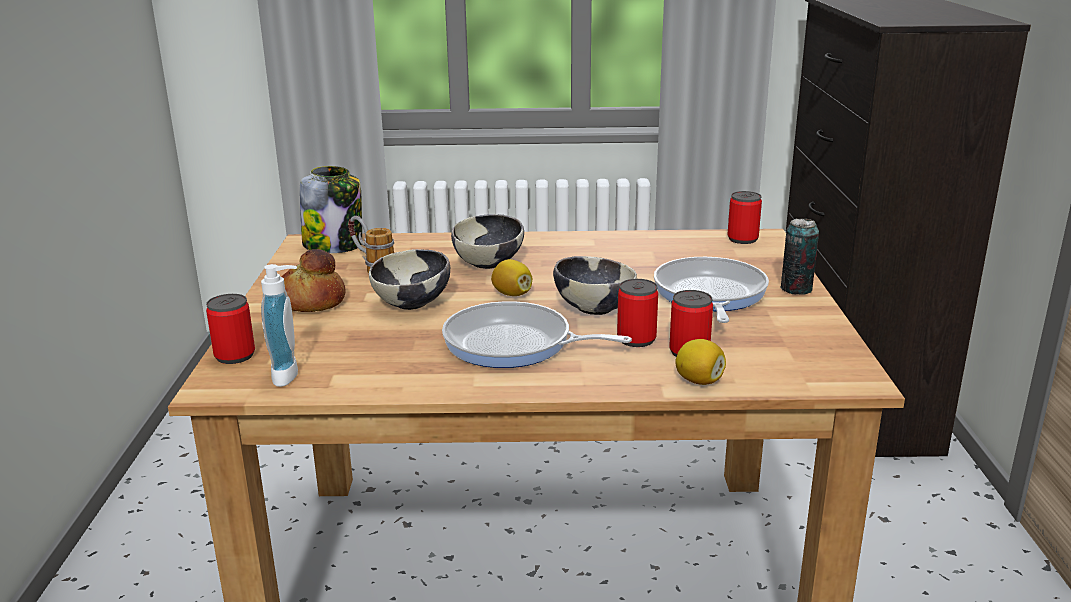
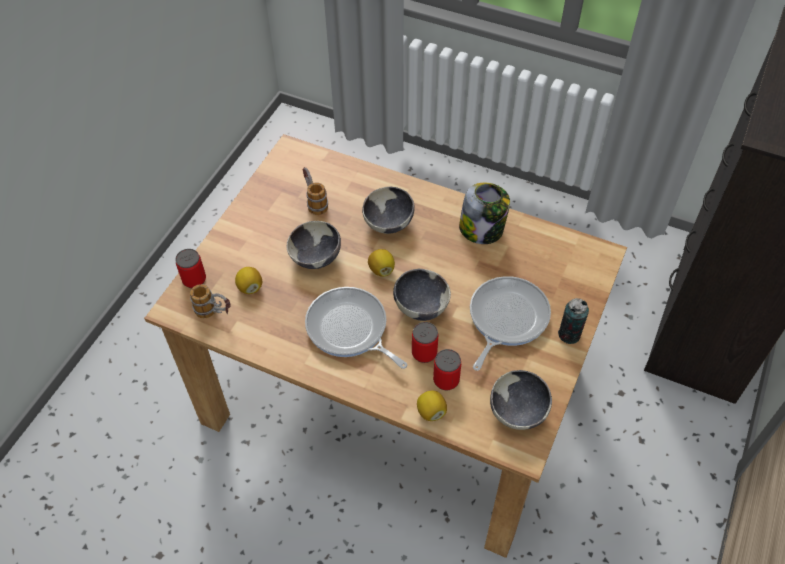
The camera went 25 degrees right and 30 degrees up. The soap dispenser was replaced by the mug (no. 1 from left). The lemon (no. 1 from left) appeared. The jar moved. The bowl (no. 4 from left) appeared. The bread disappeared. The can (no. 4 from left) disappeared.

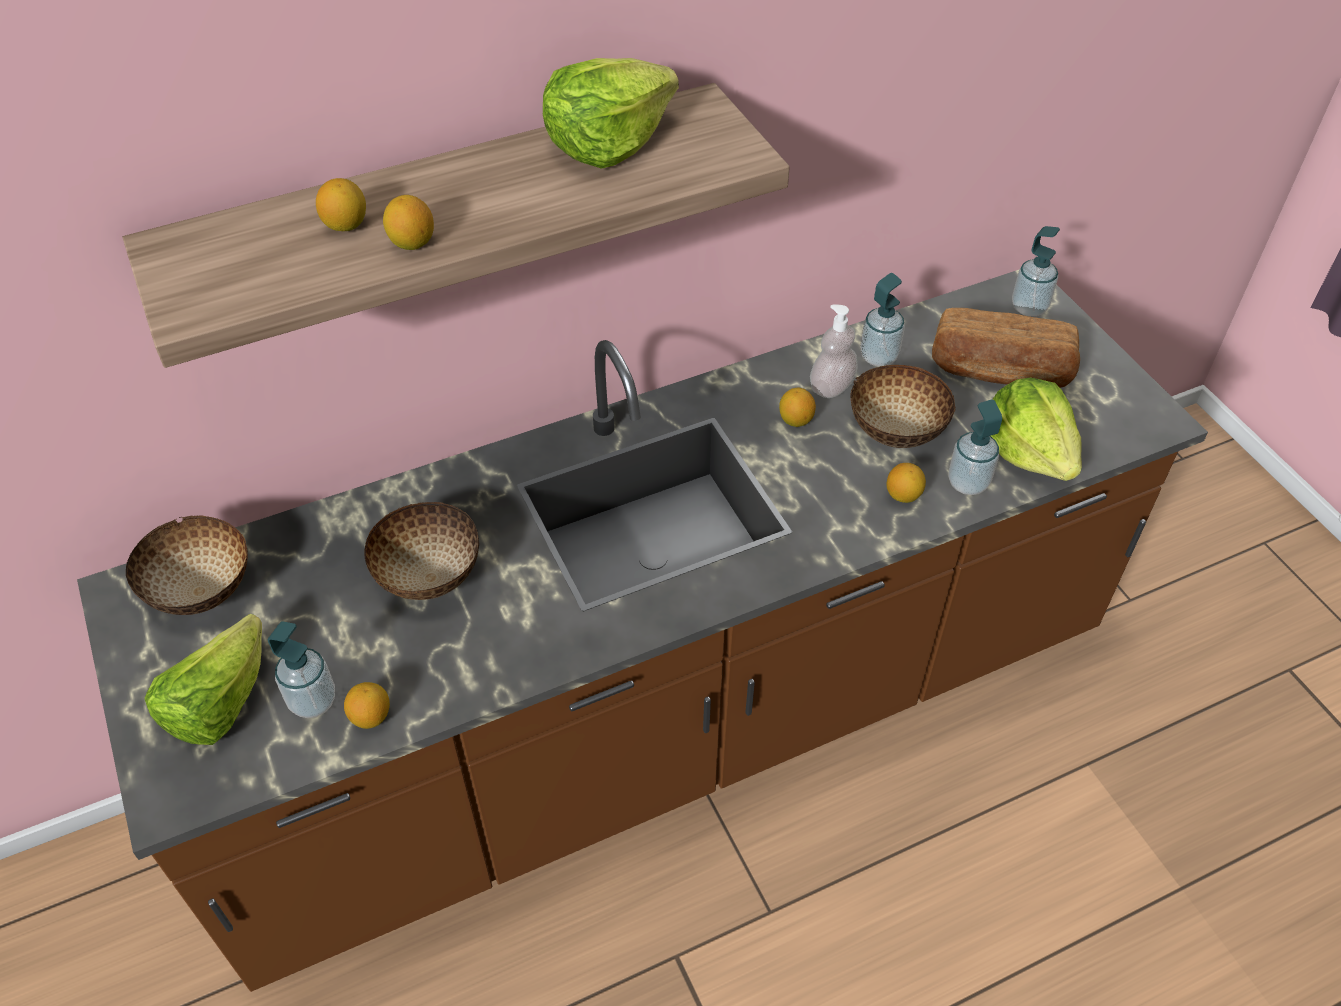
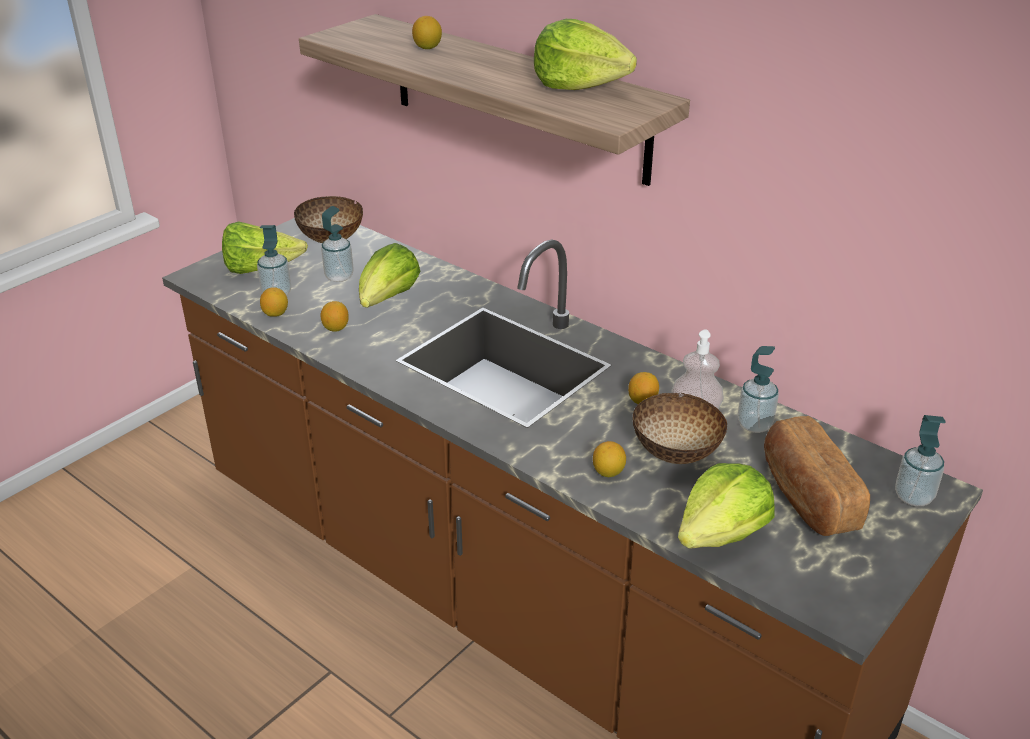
The camera went 65 degrees right and 15 degrees down. The soap dispenser (no. 4 from left in the first image) moved. The lemon (no. 3 from left in the first image) moved. The bowl (no. 2 from left) was replaced by the lettuce (no. 2 from left).

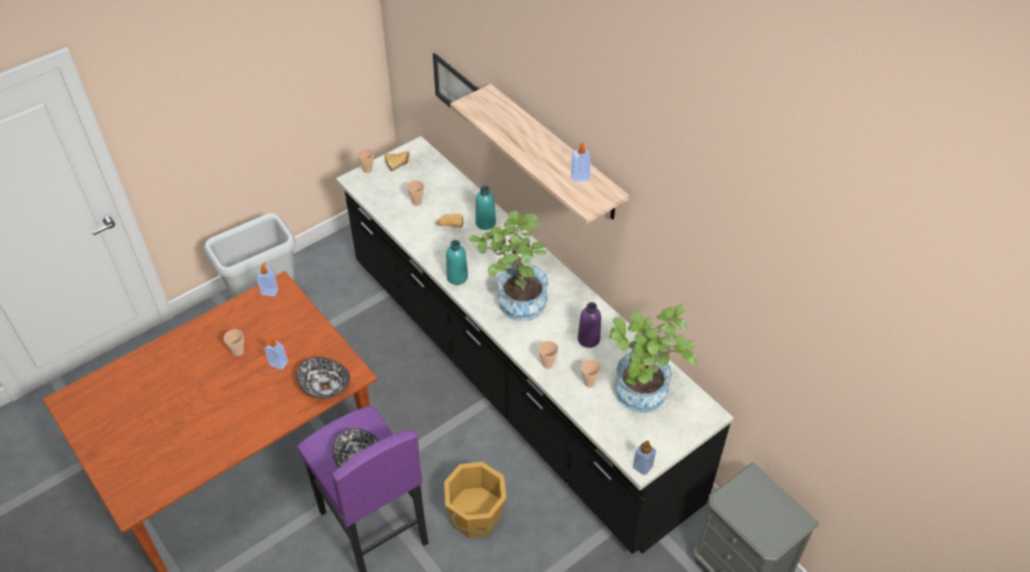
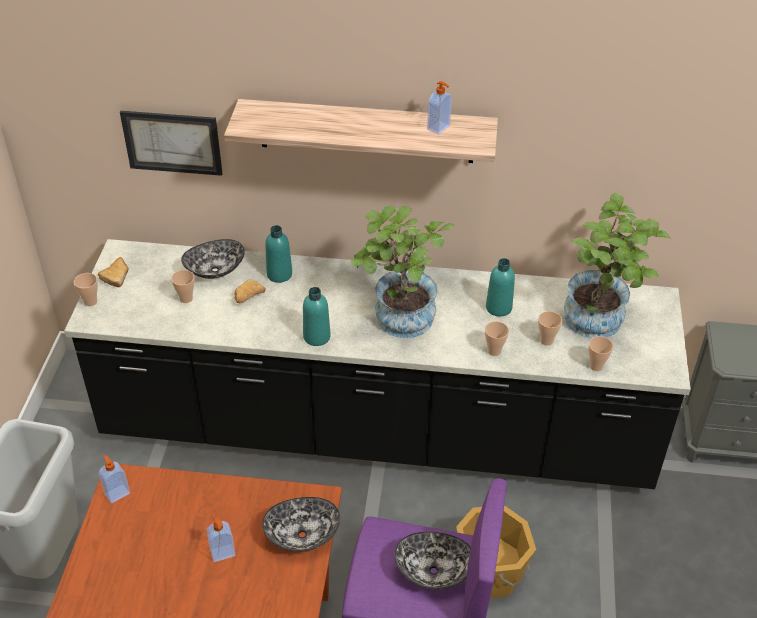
The camera went 45 degrees left and 5 degrees down. The bowl (no. 1 from left) appeared. The bottle in purple became the bottle in turquoise (no. 3 from left). The cup (no. 1 from left in the first image) moved. The soap dispenser (no. 4 from left) disappeared.

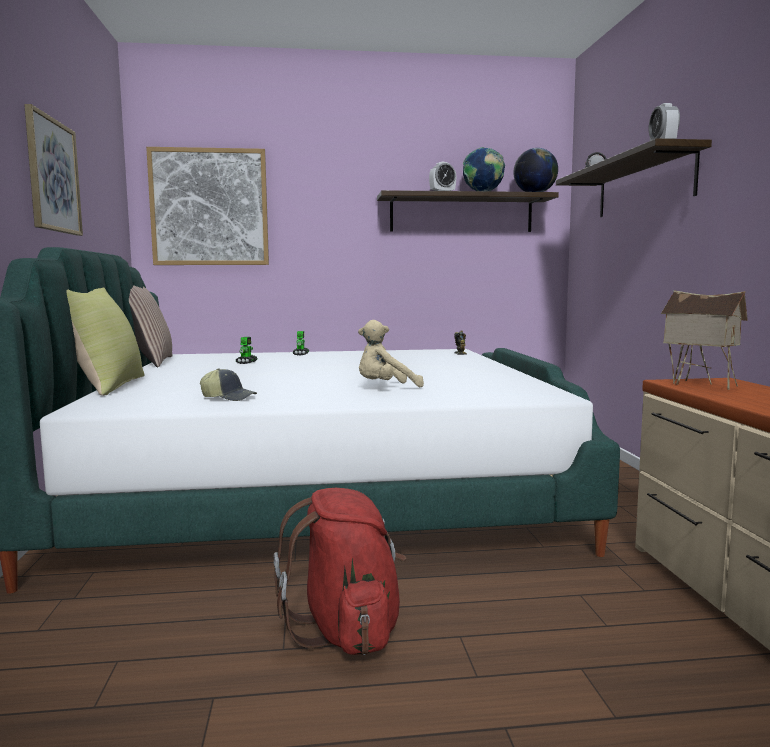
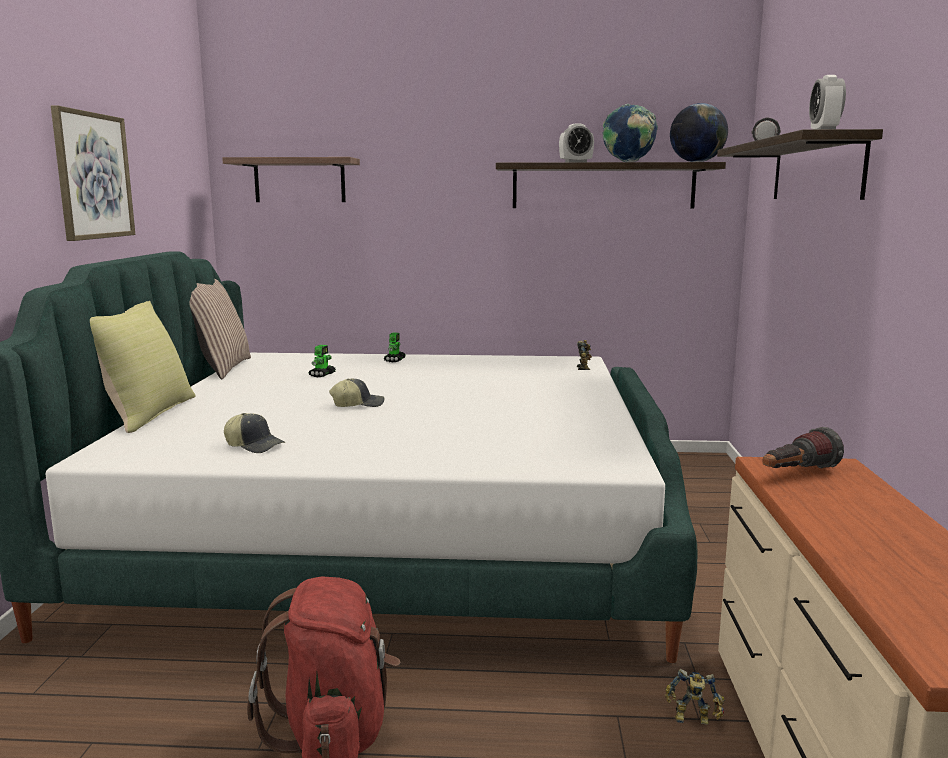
The camera went 10 degrees right and 5 degrees up. The picture (no. 2 from left) was replaced by the shelf (no. 1 from left). The cap (no. 2 from left) appeared. The toy robot (no. 4 from left) appeared. The toy house was replaced by the flashlight (no. 2 from left). The plush toy in beige disappeared.

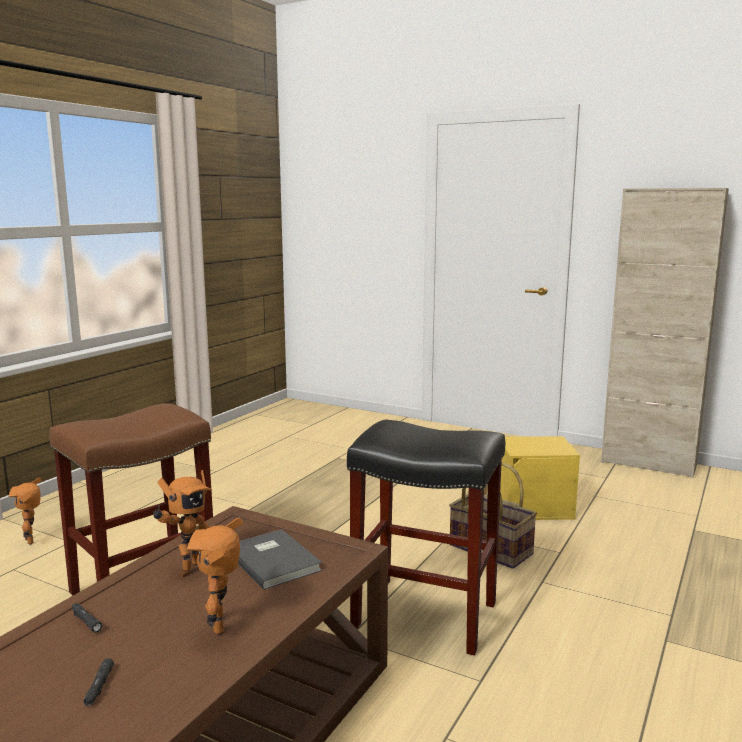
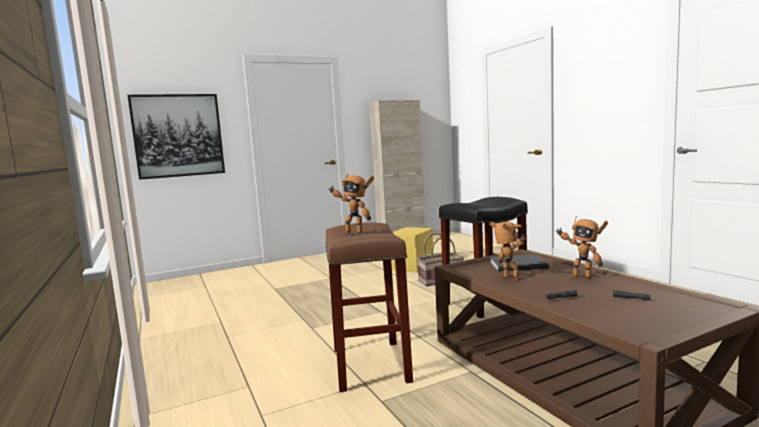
The camera went 55 degrees left and 5 degrees down. The picture appeared. The toy robot (no. 1 from left) moved.

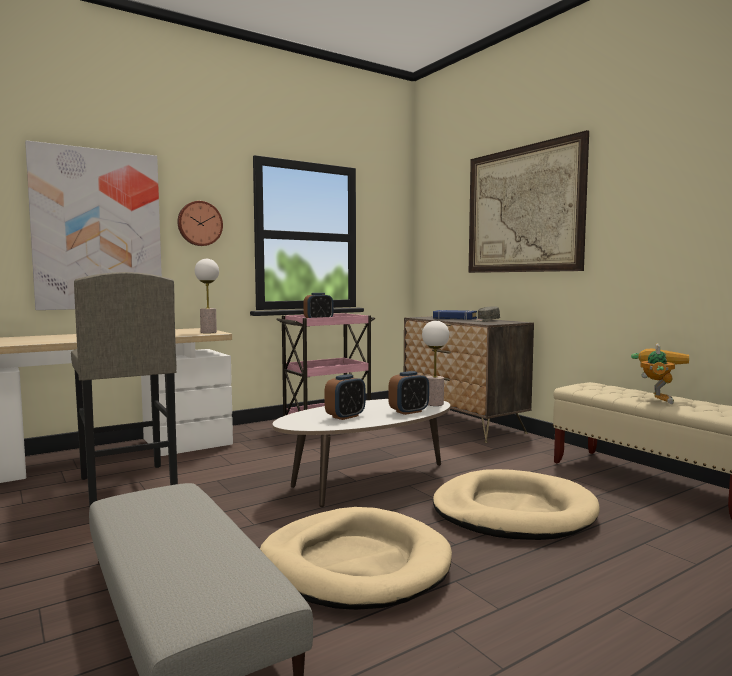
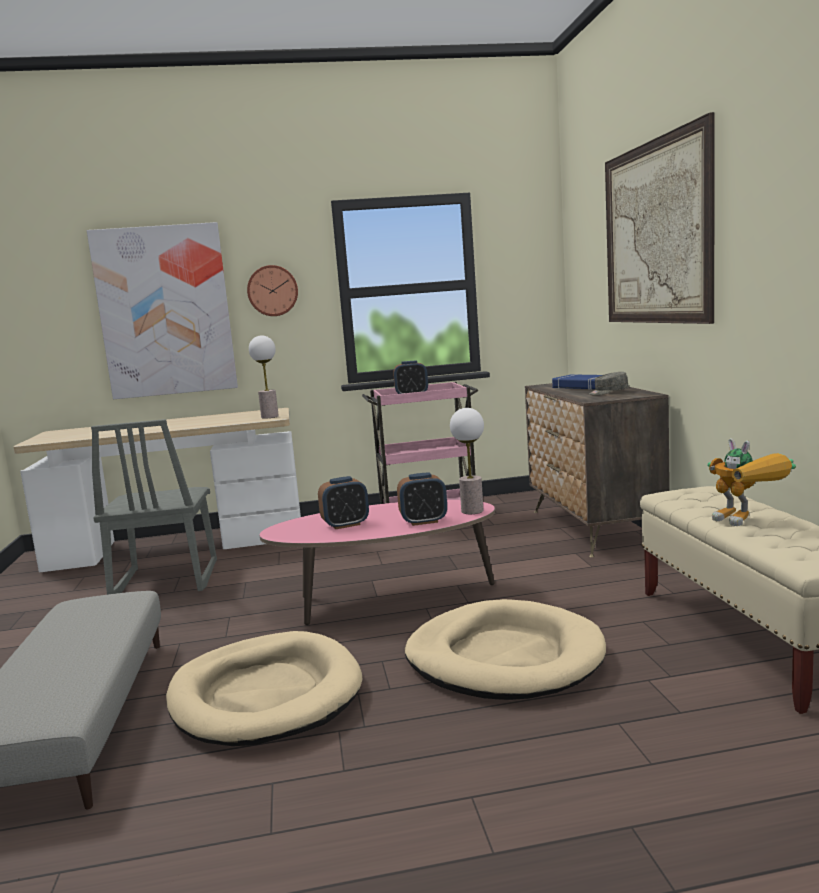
The camera went 25 degrees right and 5 degrees up. The stool in grey was replaced by the chair in grey. The coffee table in white became the coffee table in pink. The toy robot turned 105 degrees clockwise.

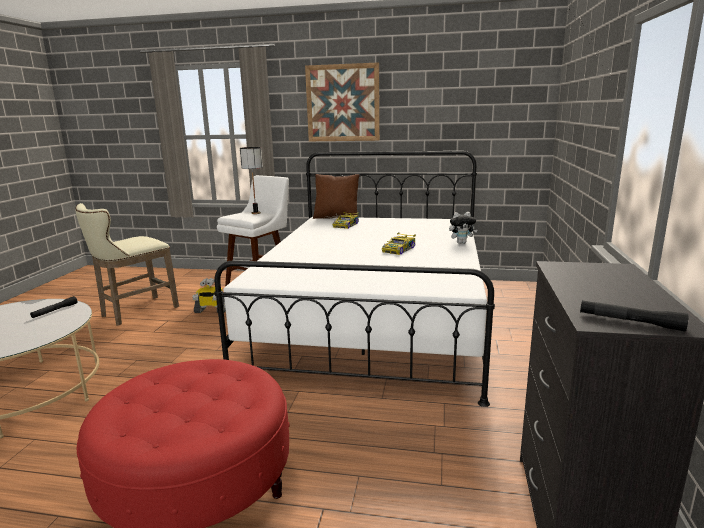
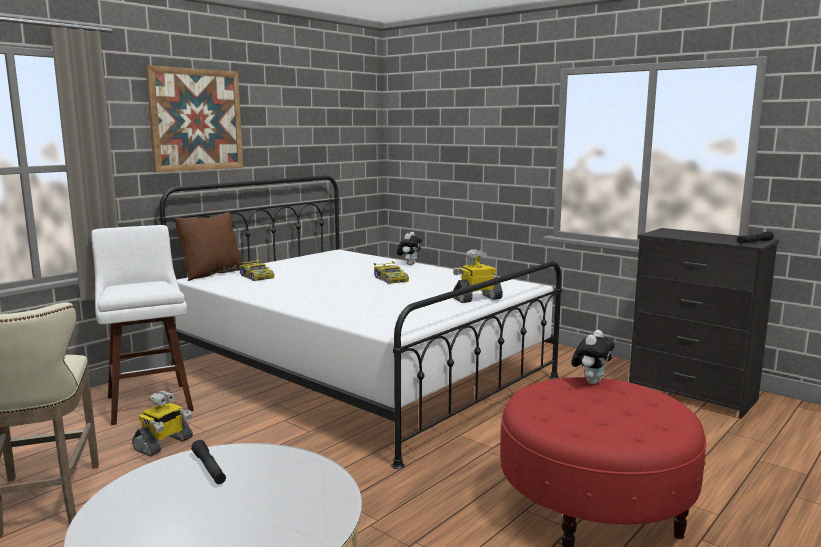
The camera went 60 degrees left and 5 degrees down. The toy robot (no. 2 from left) appeared. The plush toy (no. 2 from left) appeared. The table lamp disappeared.

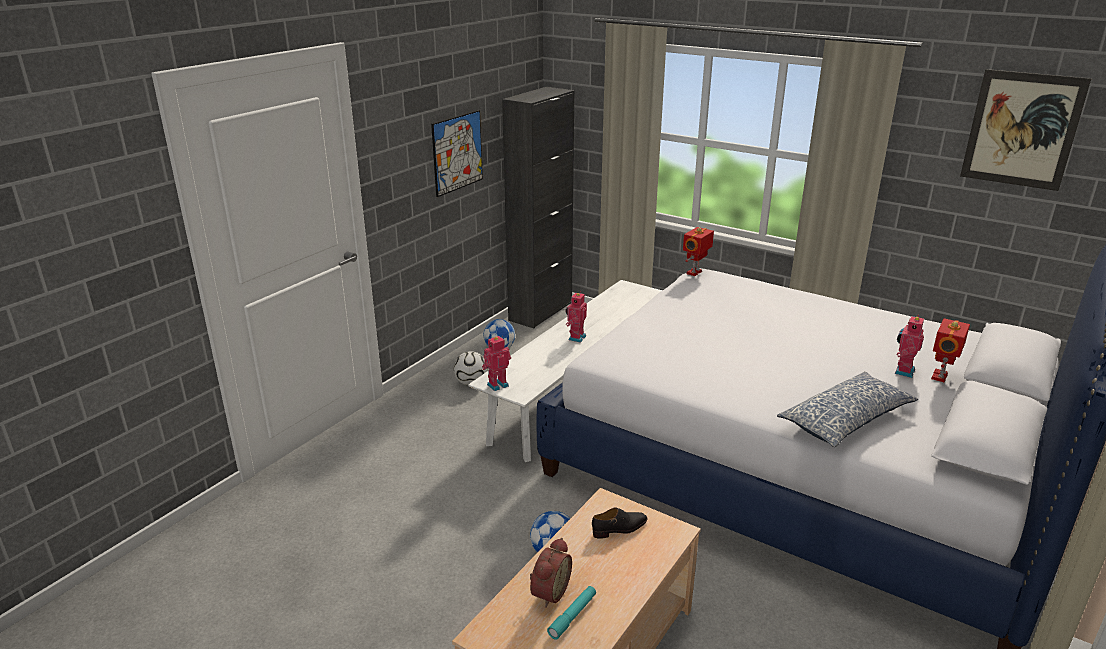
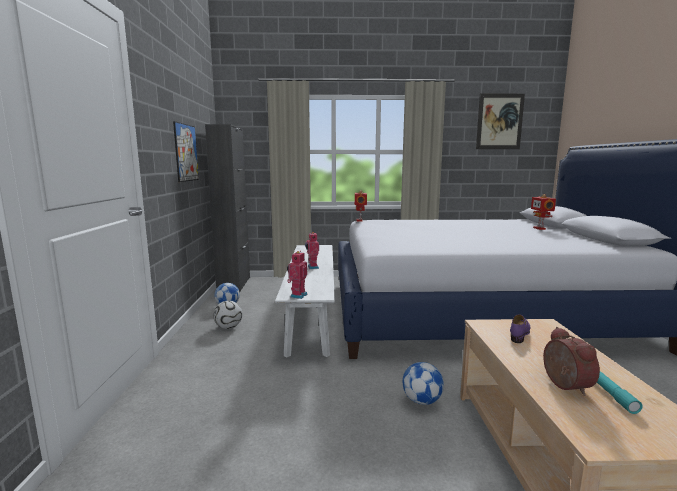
The camera went 35 degrees left and 15 degrees down. The shoe in black became the shoe in purple. The pillow disappeared. The toy robot (no. 4 from left) disappeared.

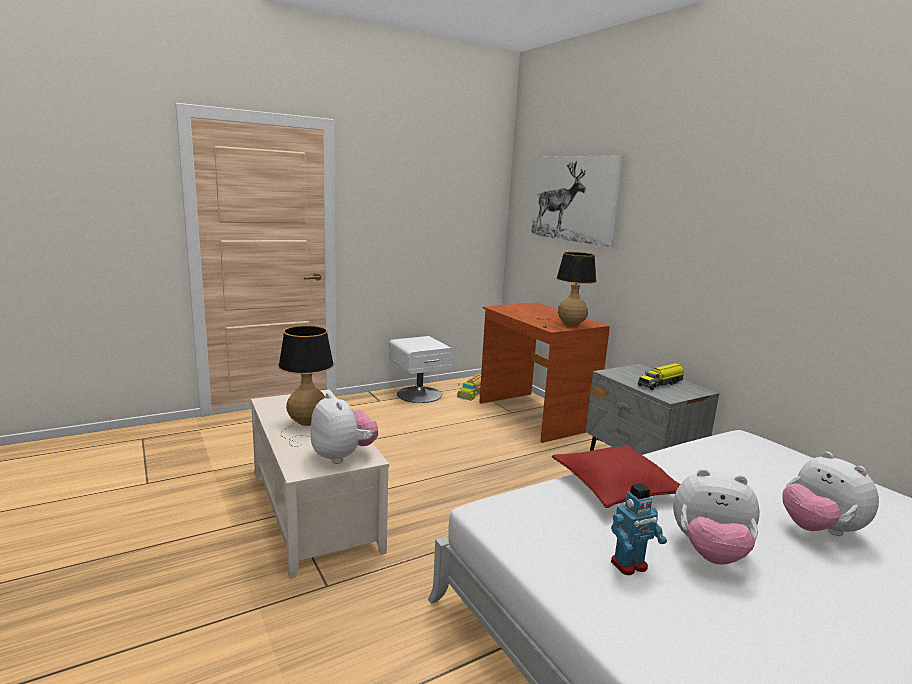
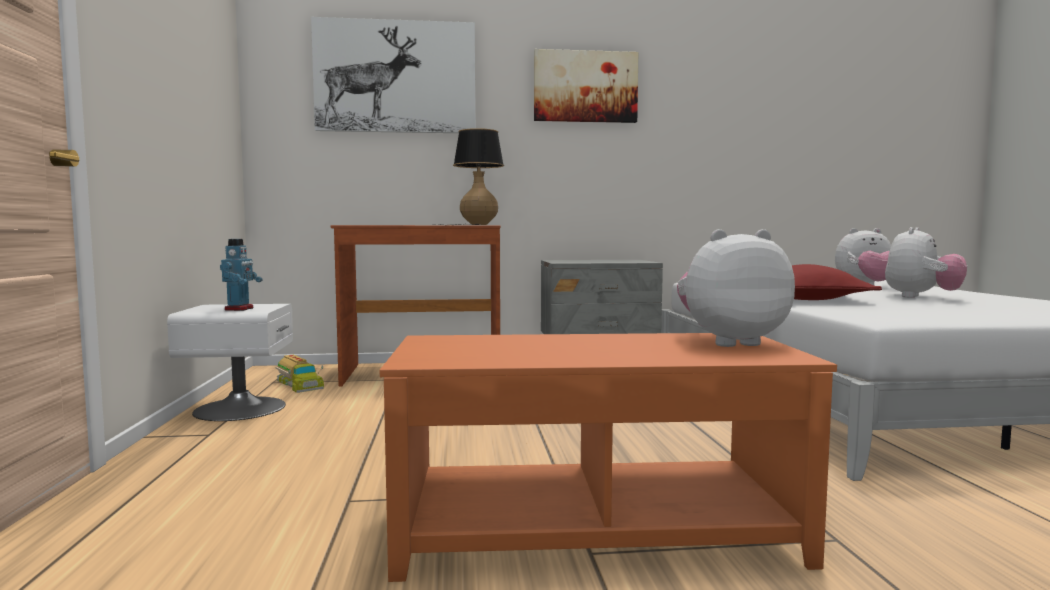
The camera went 65 degrees left and 10 degrees down. The toy robot moved. The coffee table in beige became the coffee table in orange. The picture (no. 2 from left) appeared. The table lamp (no. 1 from left) disappeared. The toy truck (no. 2 from left) disappeared.

